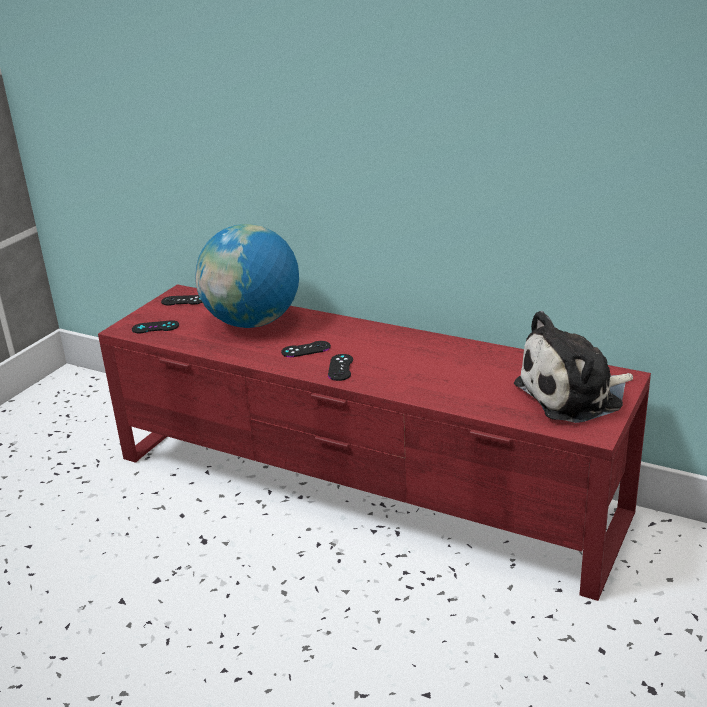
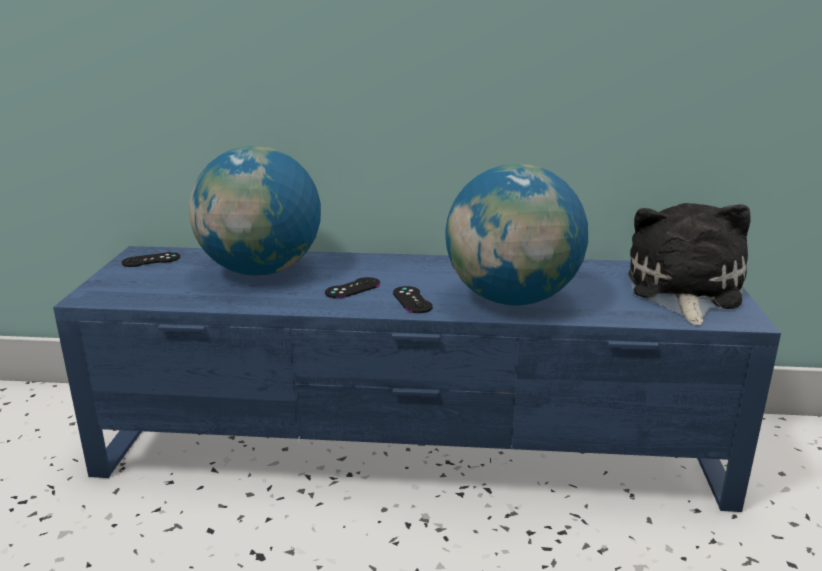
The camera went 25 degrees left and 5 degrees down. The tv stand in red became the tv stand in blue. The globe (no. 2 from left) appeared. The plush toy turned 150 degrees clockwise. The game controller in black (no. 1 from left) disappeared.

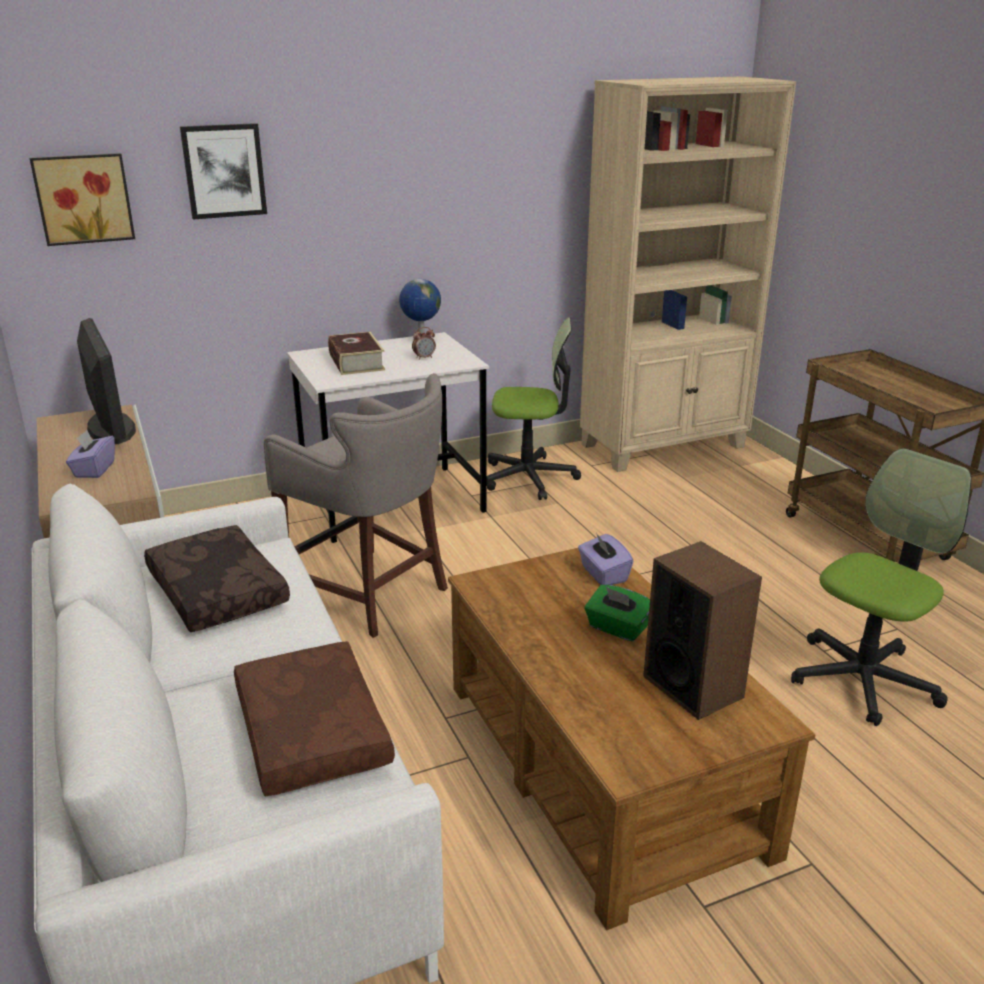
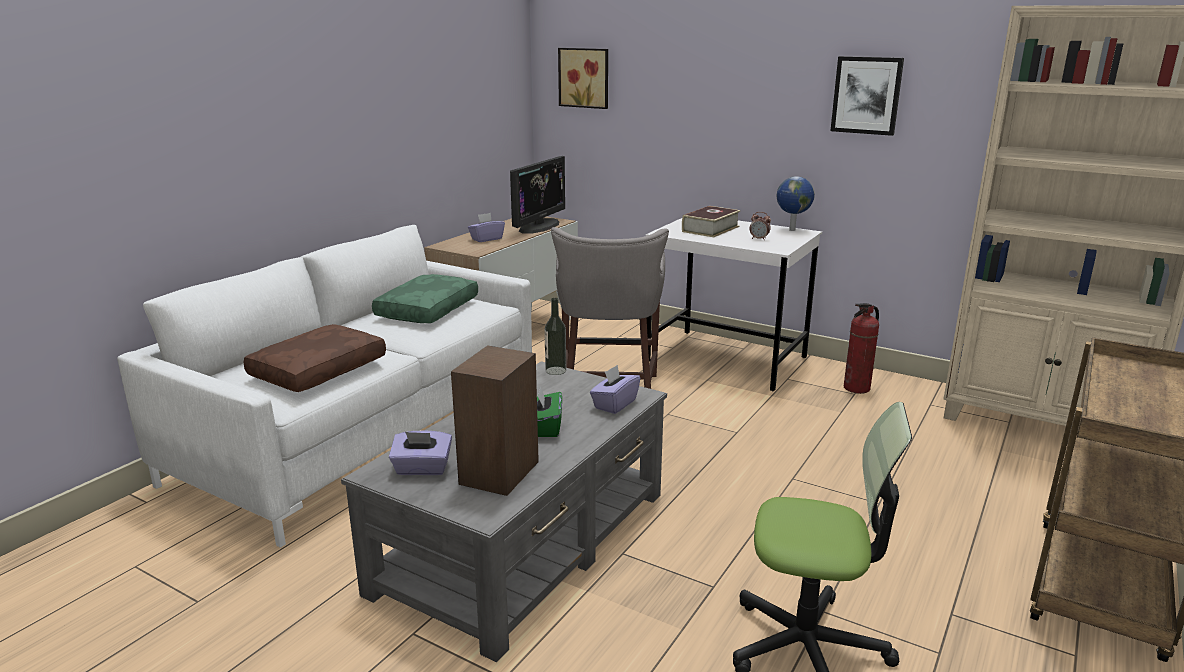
The camera went 55 degrees right and 5 degrees down. The coffee table in brown became the coffee table in grey. The pillow in brown (no. 1 from left) became the pillow in green. The tissue box in purple (no. 1 from left) appeared. The bottle appeared. The picture (no. 2 from left) moved. The office chair (no. 1 from left) was replaced by the fire extinguisher.

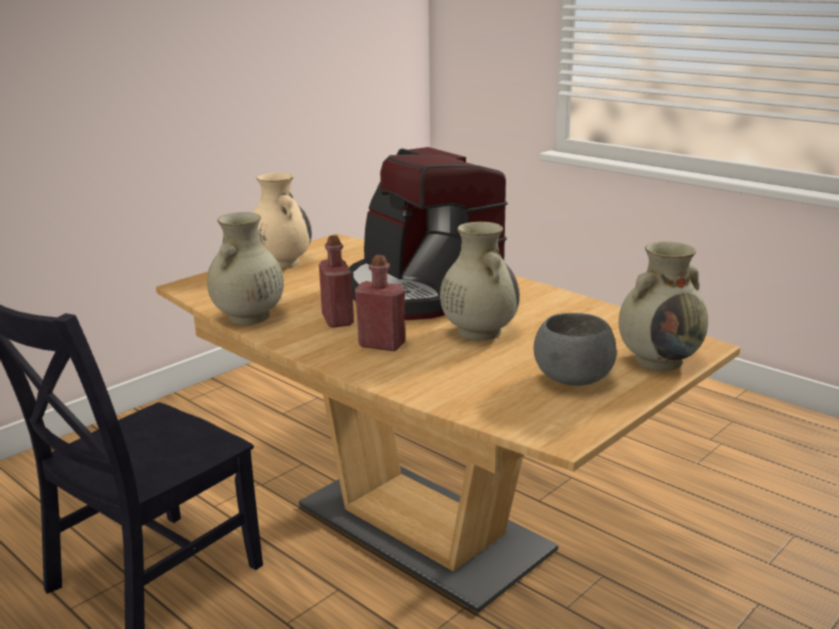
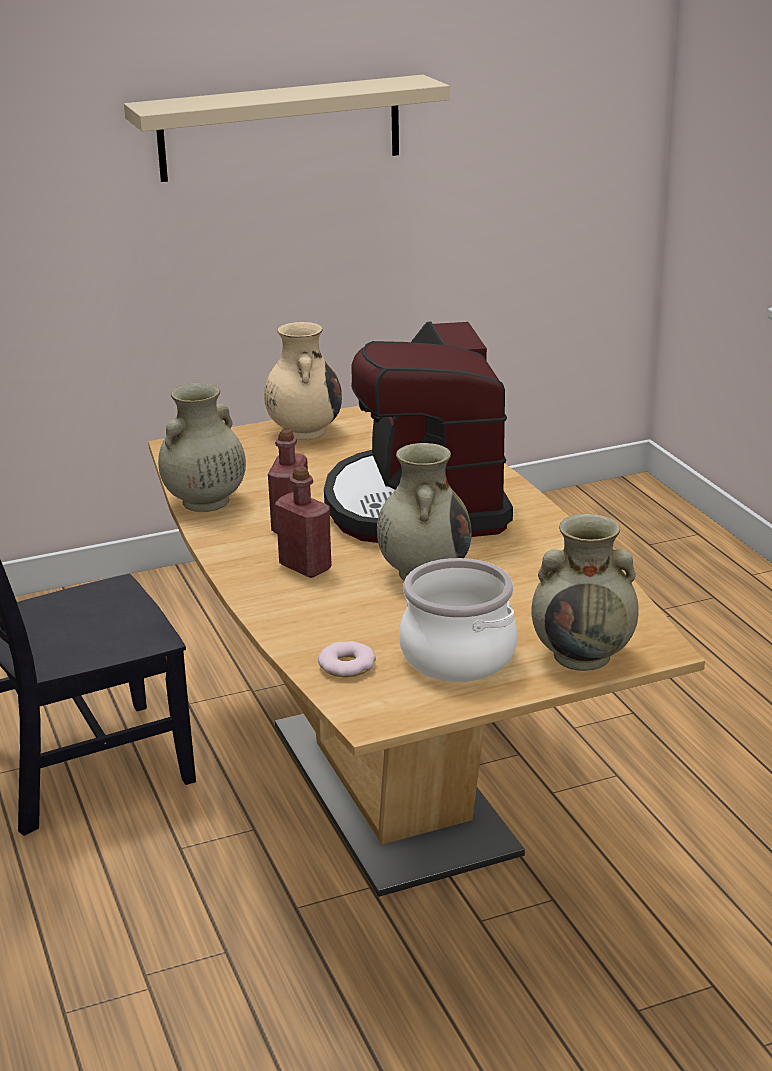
The camera went 25 degrees right and 5 degrees up. The shelf in beige appeared. The donut appeared. The bowl in grey was replaced by the cooking pot.

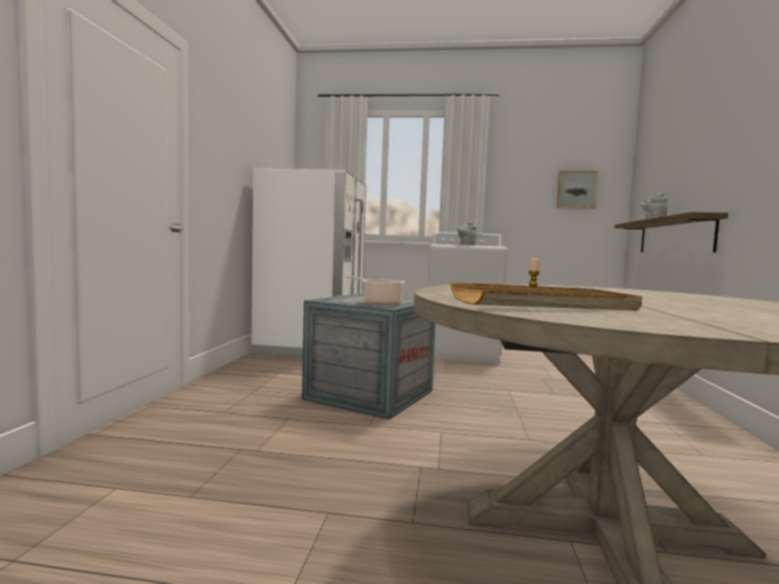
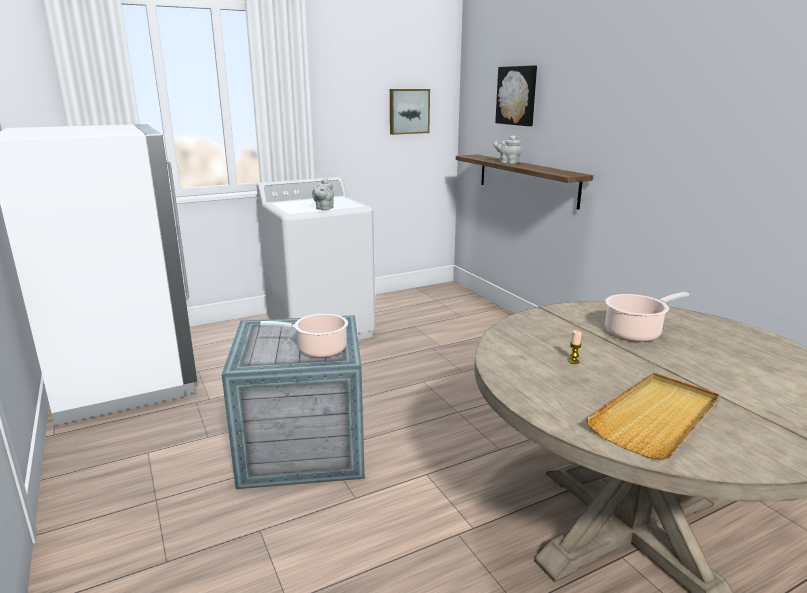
The camera went 35 degrees left and 15 degrees up. The picture (no. 2 from left) appeared. The cooking pot (no. 2 from left) appeared.

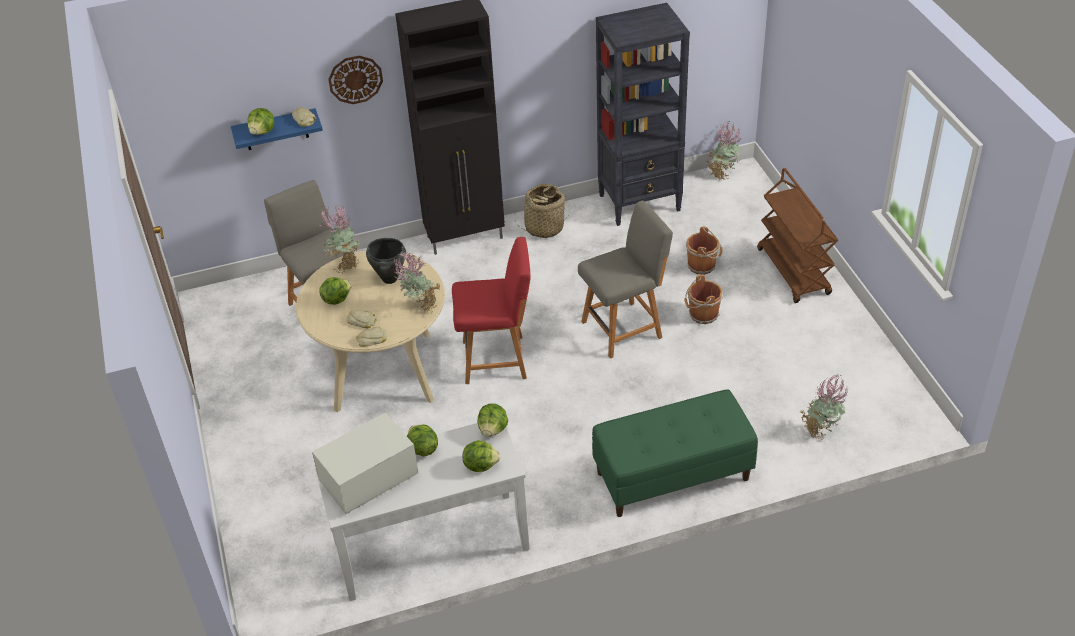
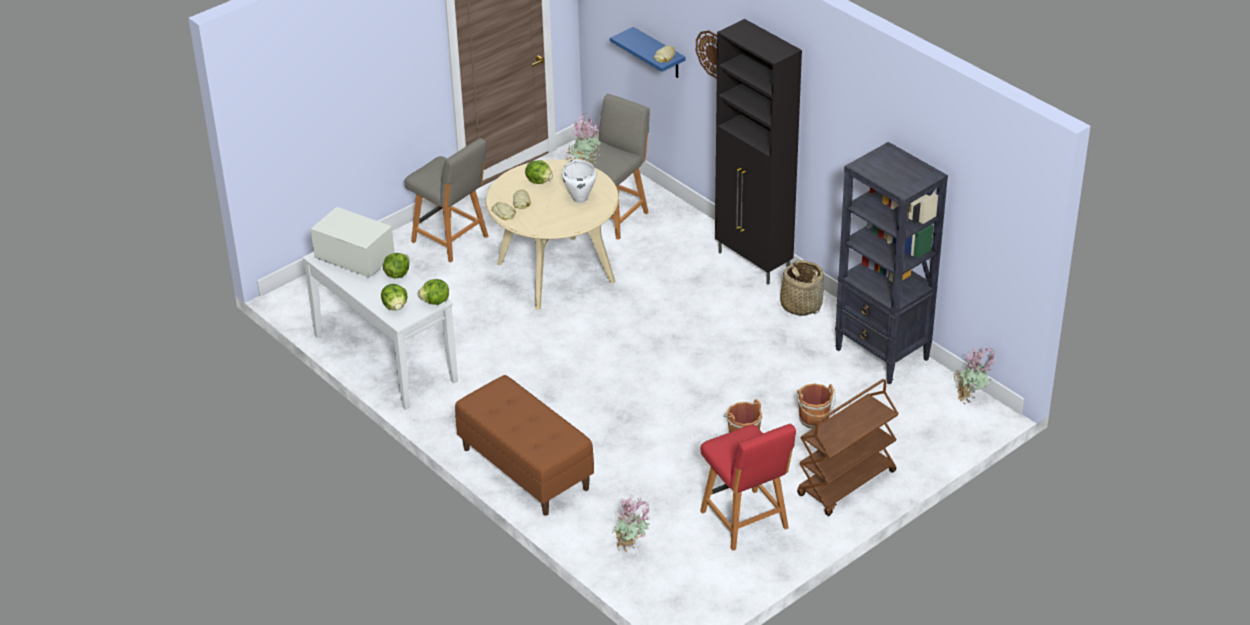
The camera went 65 degrees right and 5 degrees down. The chair in grey (no. 2 from left in the first image) moved. The bench in green became the bench in brown. The cooking pot in black became the cooking pot in white. The chair in red moved. The lettuce (no. 1 from left) disappeared. The potted plant (no. 2 from left) disappeared.

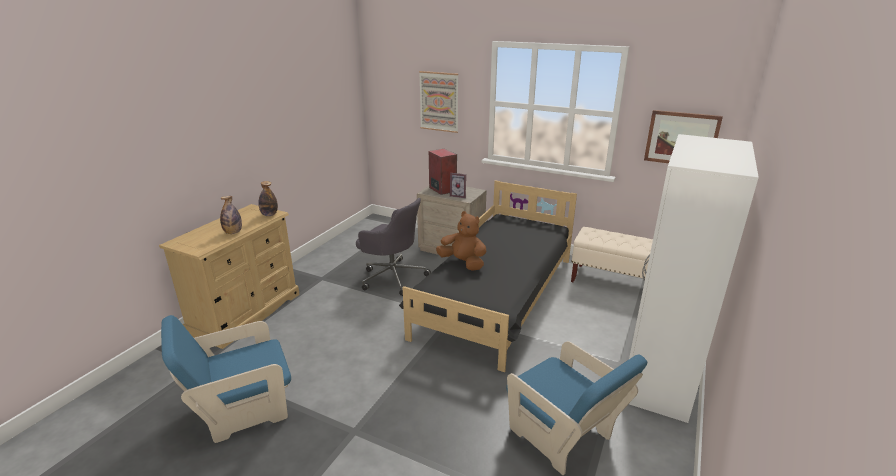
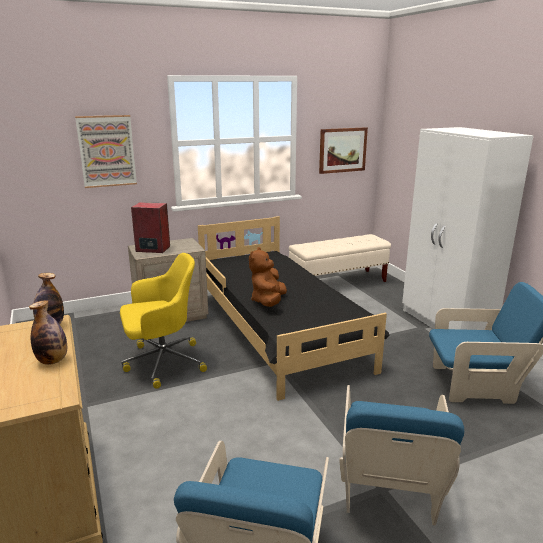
The camera went 50 degrees left and 5 degrees down. The office chair in grey became the office chair in yellow. The plush toy in brown turned 60 degrees counterclockwise. The armchair in blue (no. 2 from left) appeared. The picture frame disappeared.

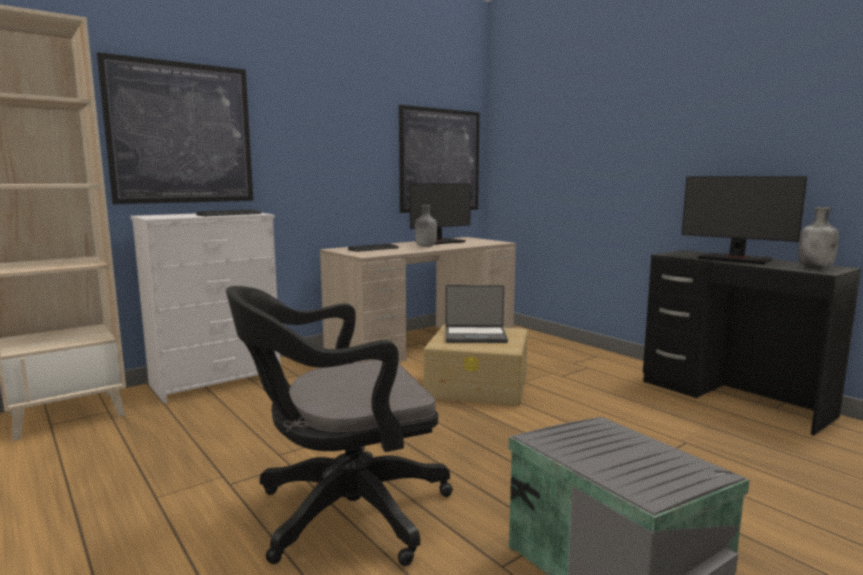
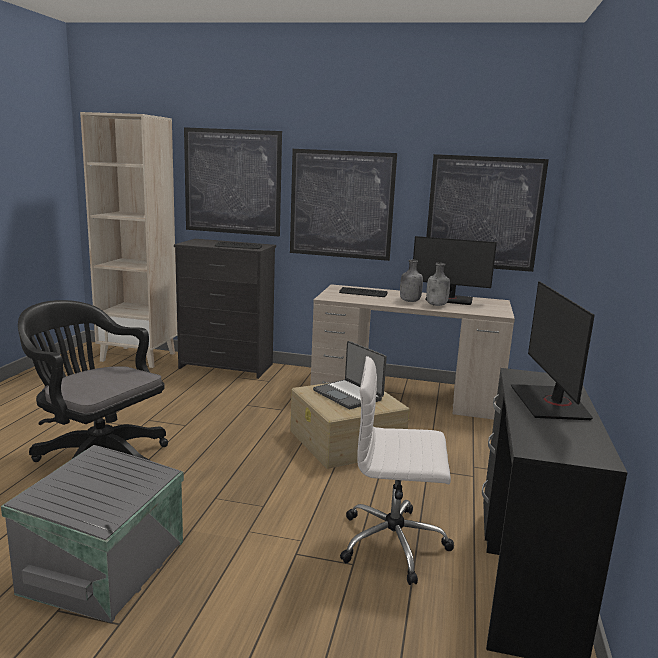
The camera went 50 degrees right and 5 degrees up. The dresser in white became the dresser in black. The picture (no. 2 from left) appeared. The office chair in white appeared. The bottle in grey (no. 2 from left) moved.

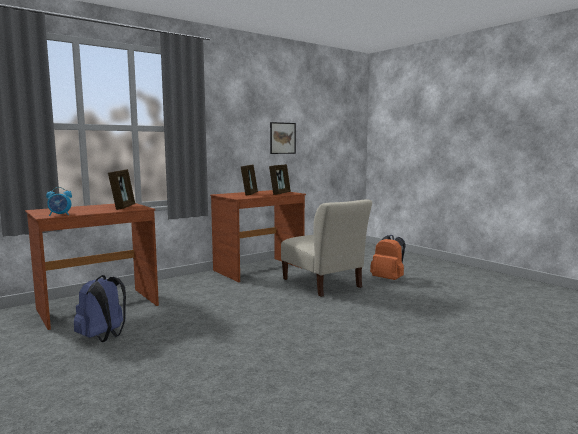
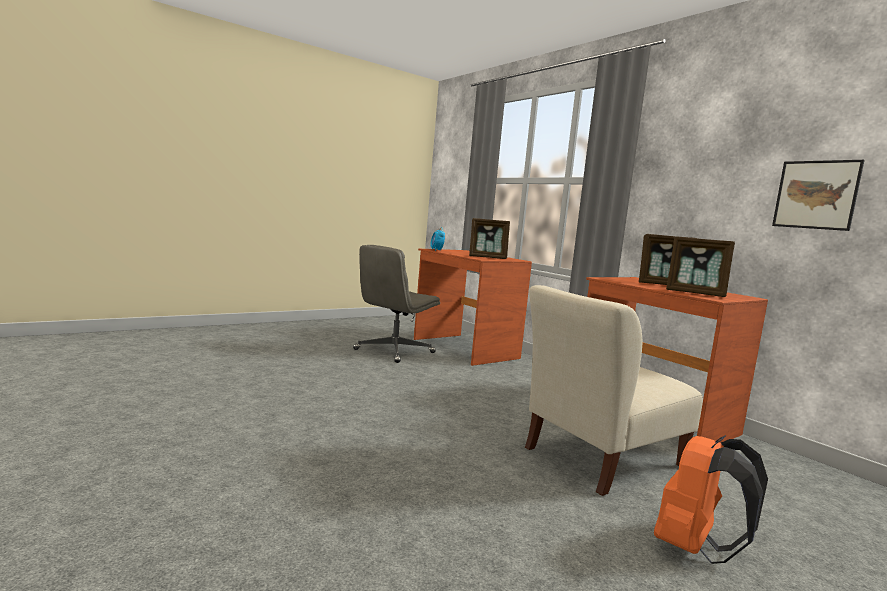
The camera went 90 degrees right and 0 degrees up. The backpack in blue was replaced by the office chair in grey.

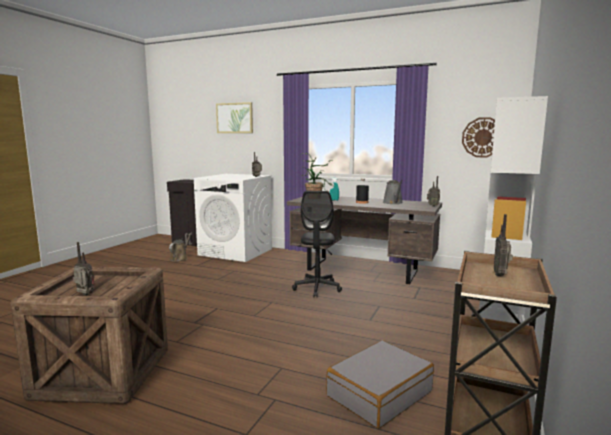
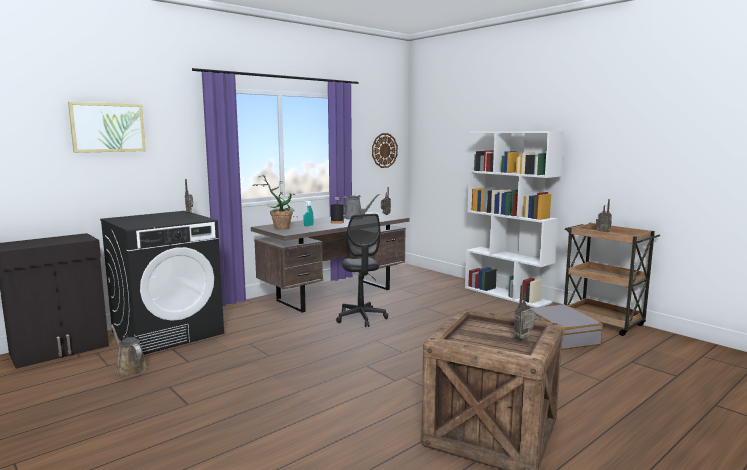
The camera went 65 degrees left and 0 degrees up. The washing machine in white became the washing machine in black. The office chair in black turned 45 degrees clockwise.

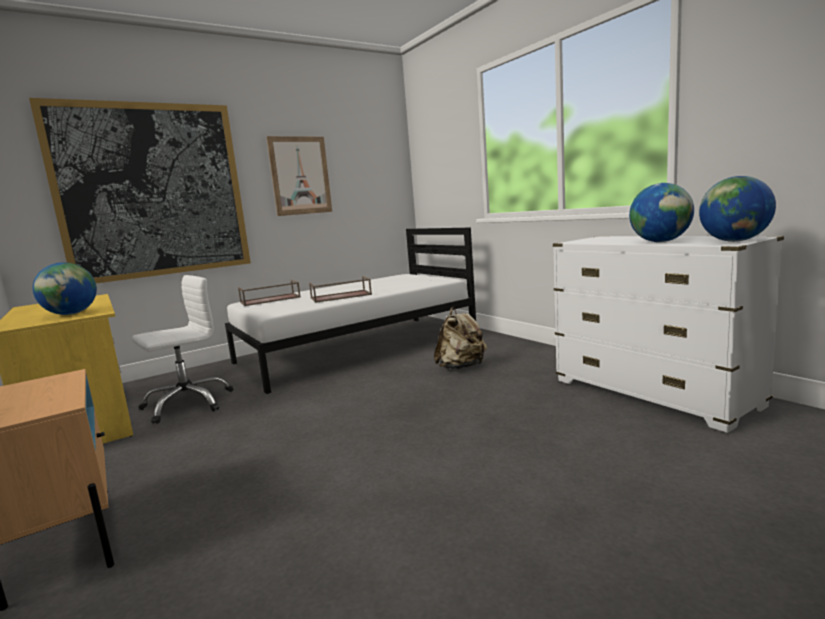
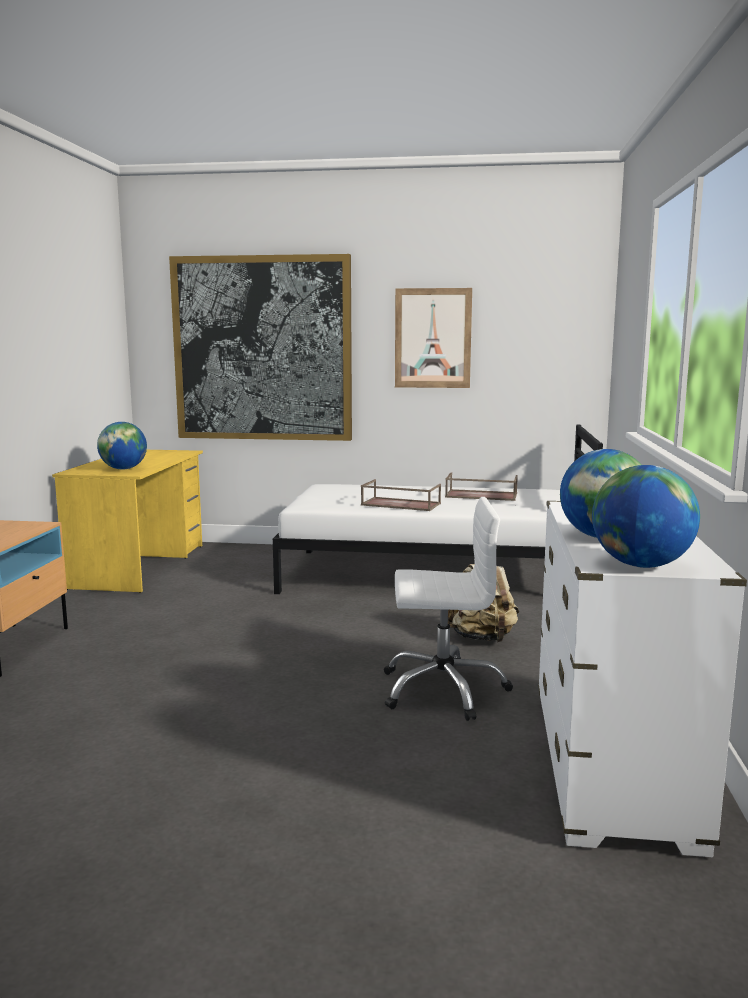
The camera went 40 degrees right and 0 degrees up. The office chair in white moved. The tray in brown (no. 1 from left in the first image) moved.

